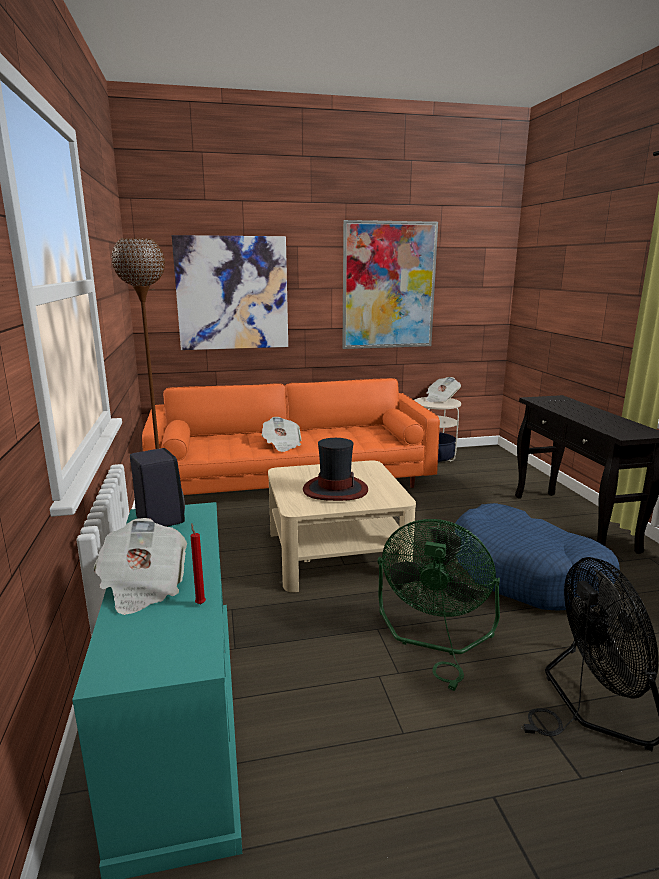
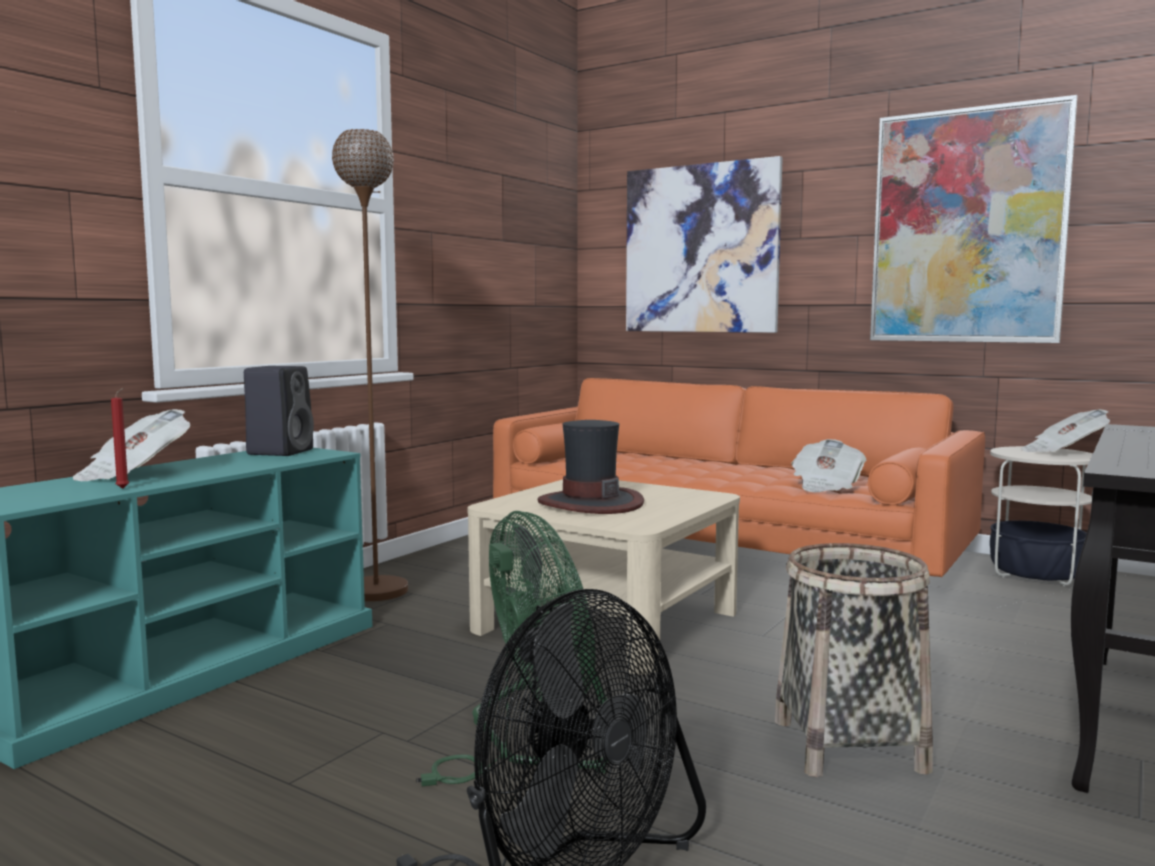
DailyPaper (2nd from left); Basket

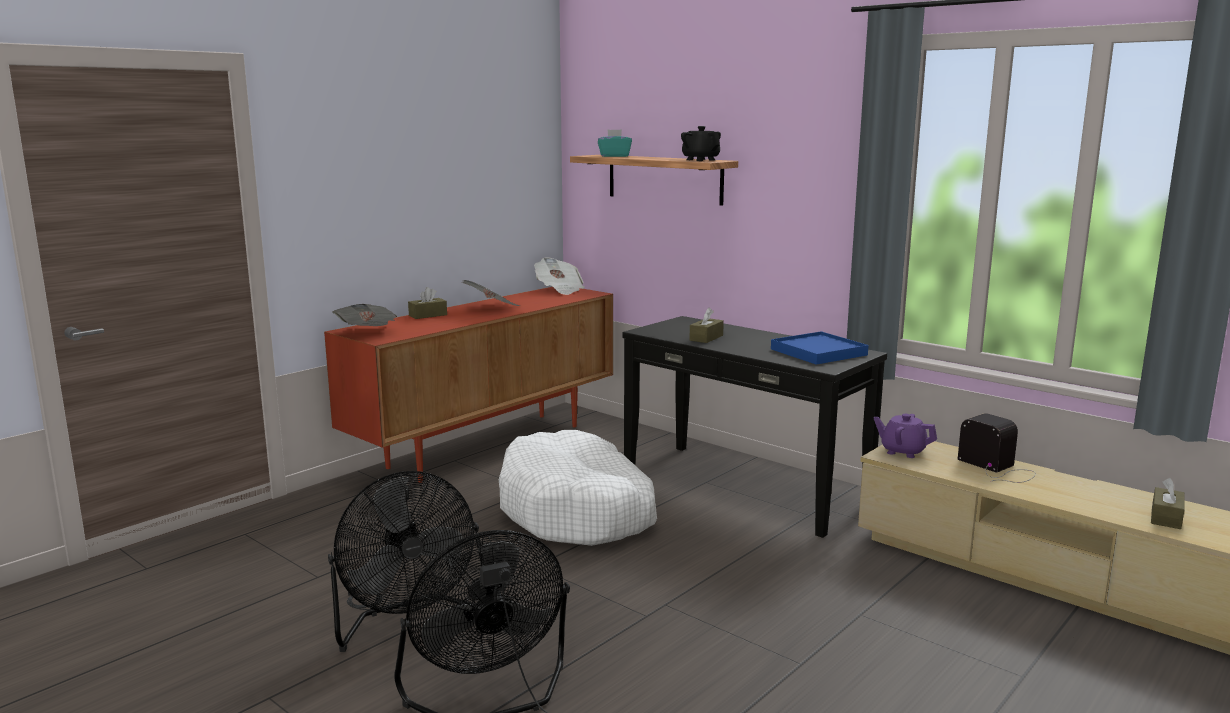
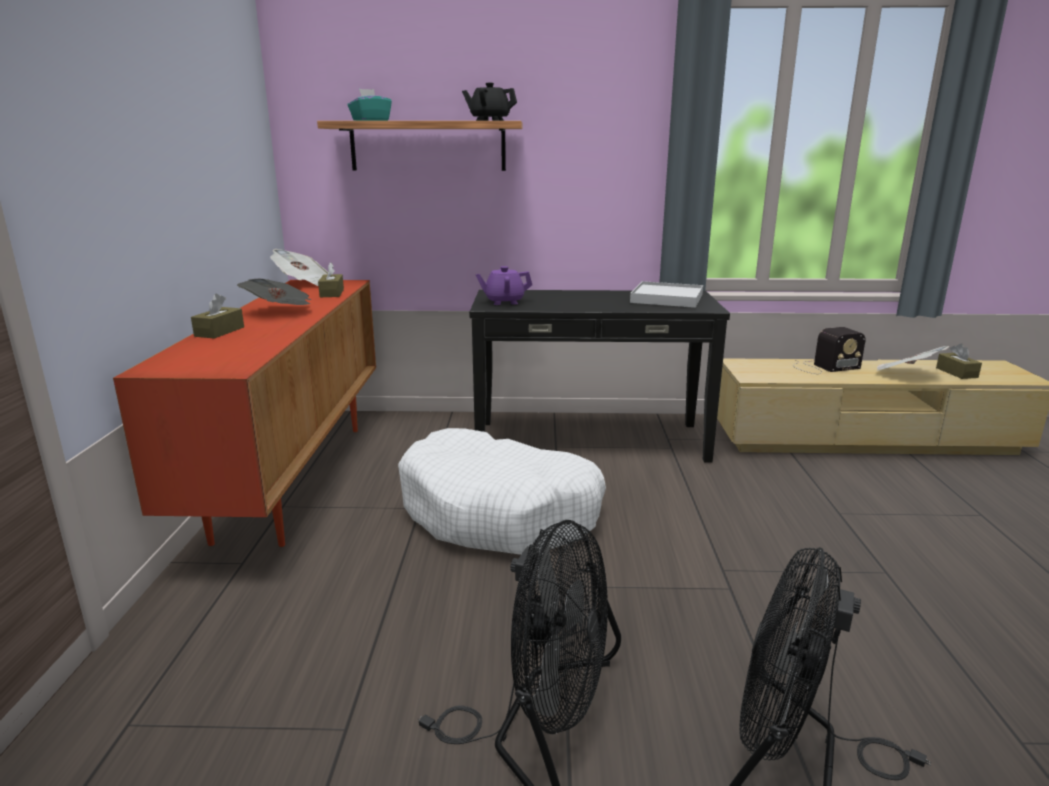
DailyPaper (3rd from left); BrownTissueBox (2nd from left); WhiteColouredTray; Radio; PurpleColouredTeaPot

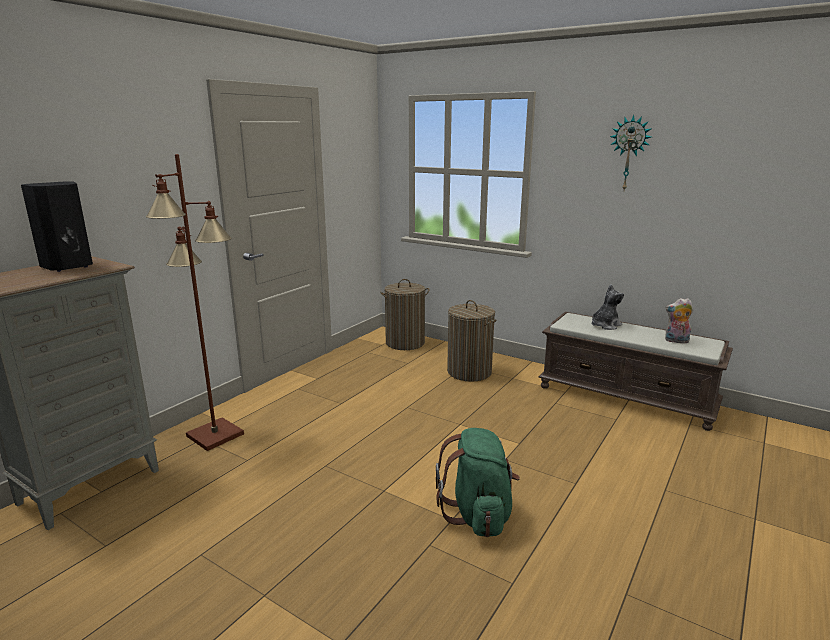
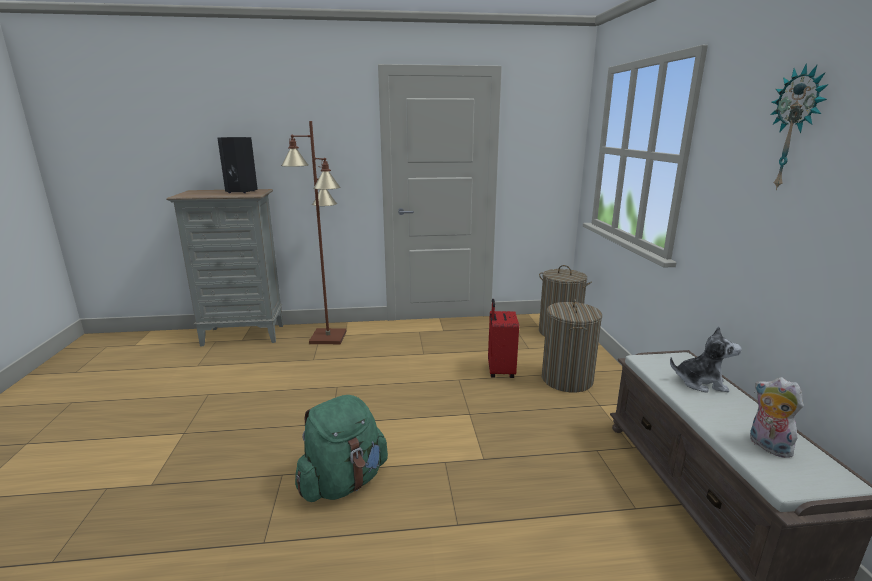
RedColouredPieceOfLuggage

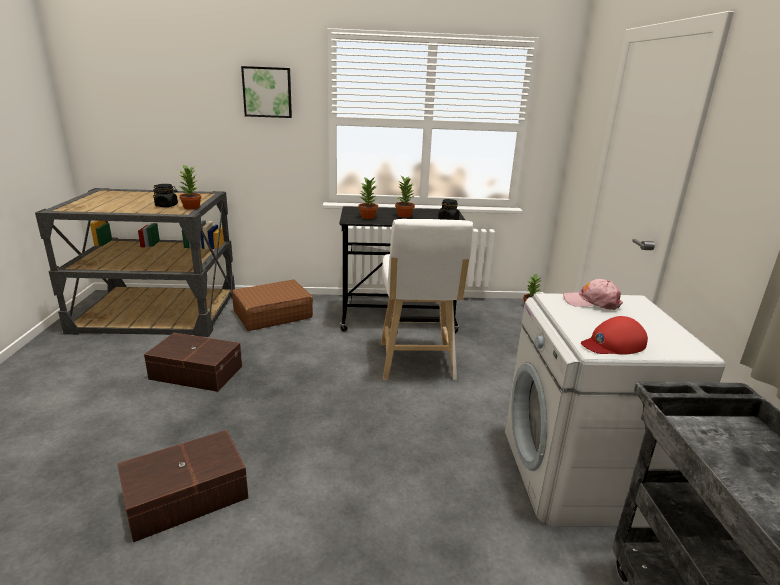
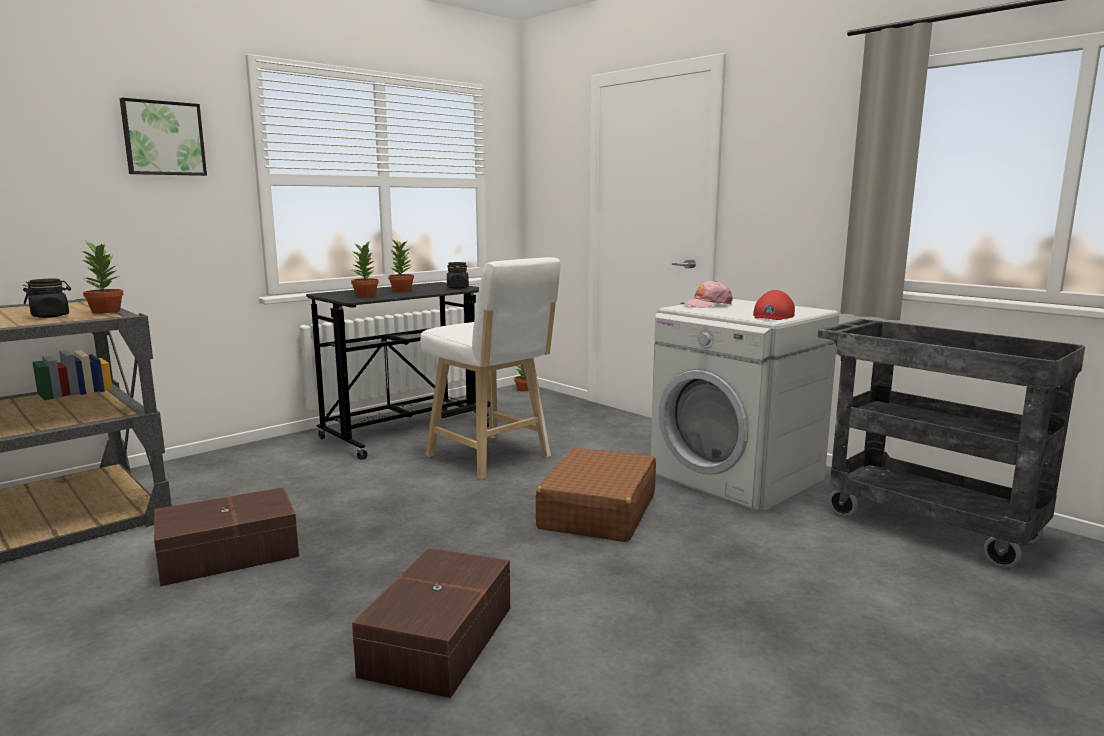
BrownPieceOfLuggage

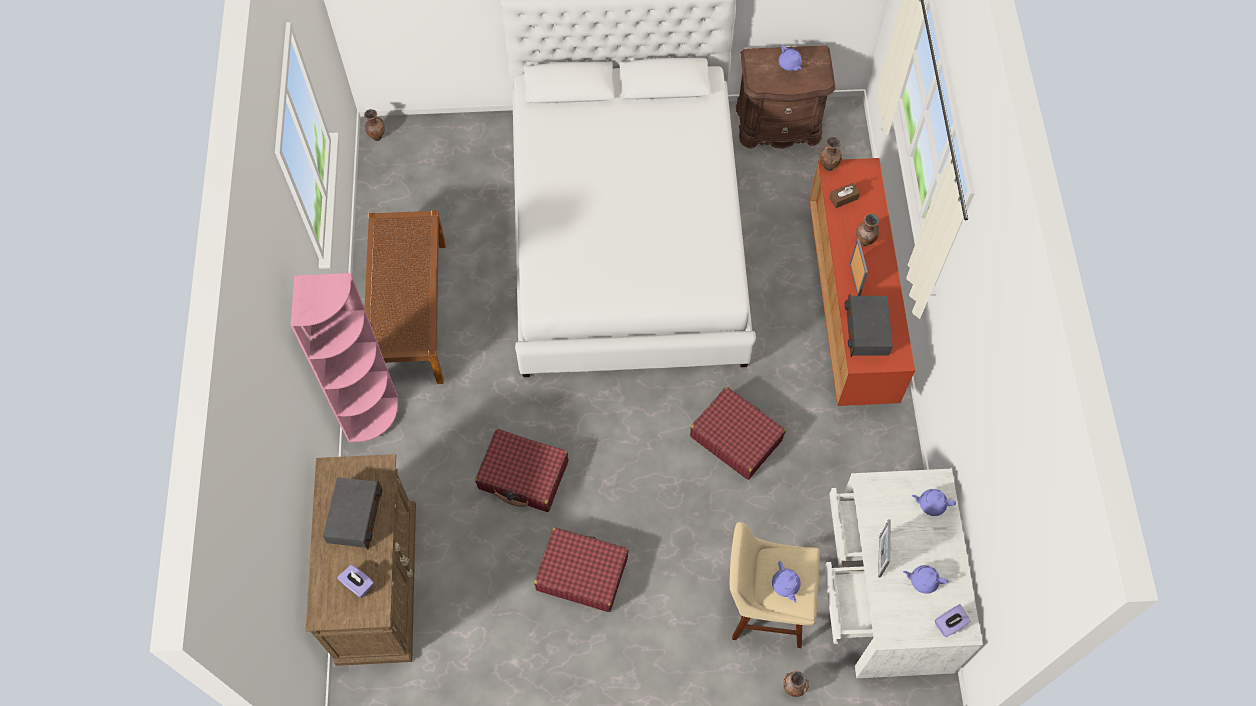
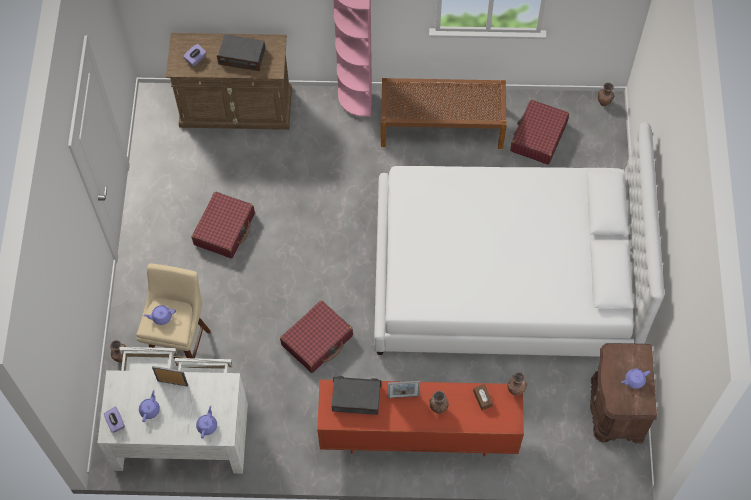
RedColouredPieceOfLuggage (3rd from left)

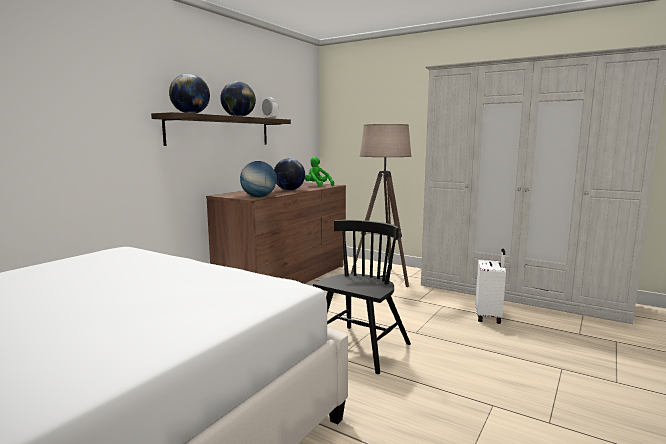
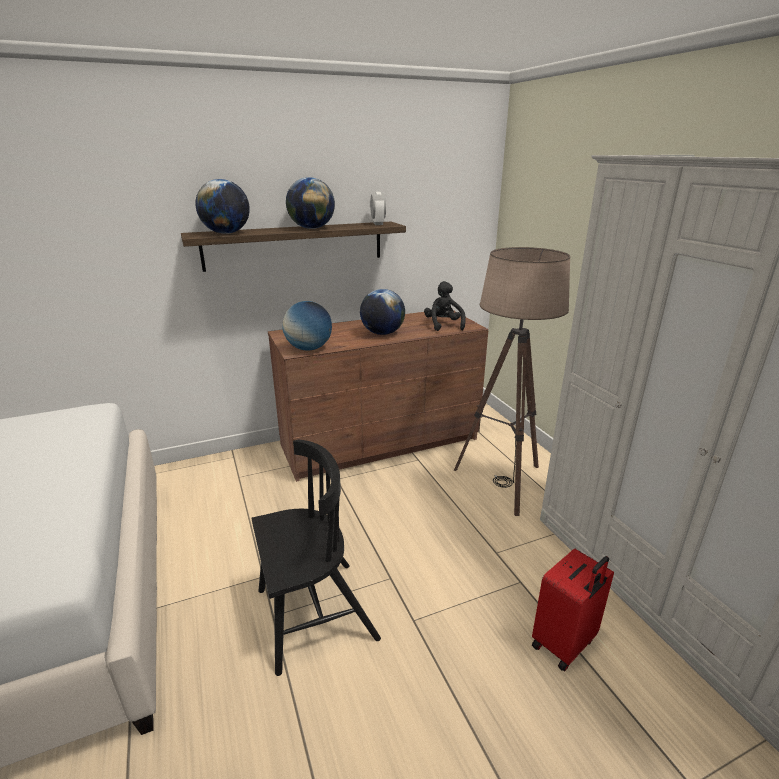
BlackishCuddlyToy; RedColouredPieceOfLuggage

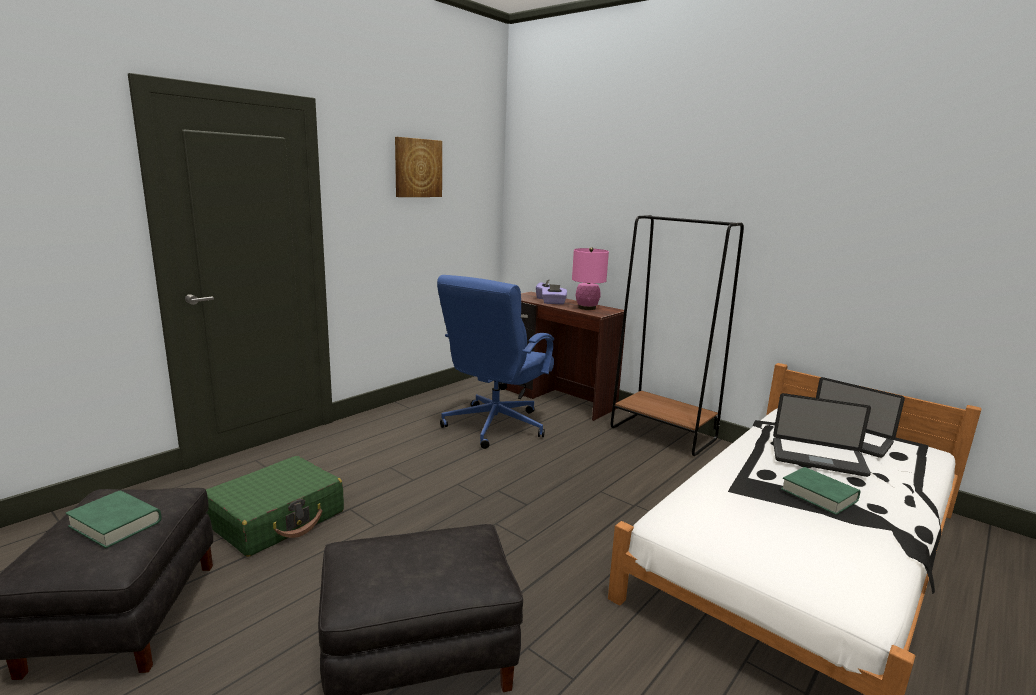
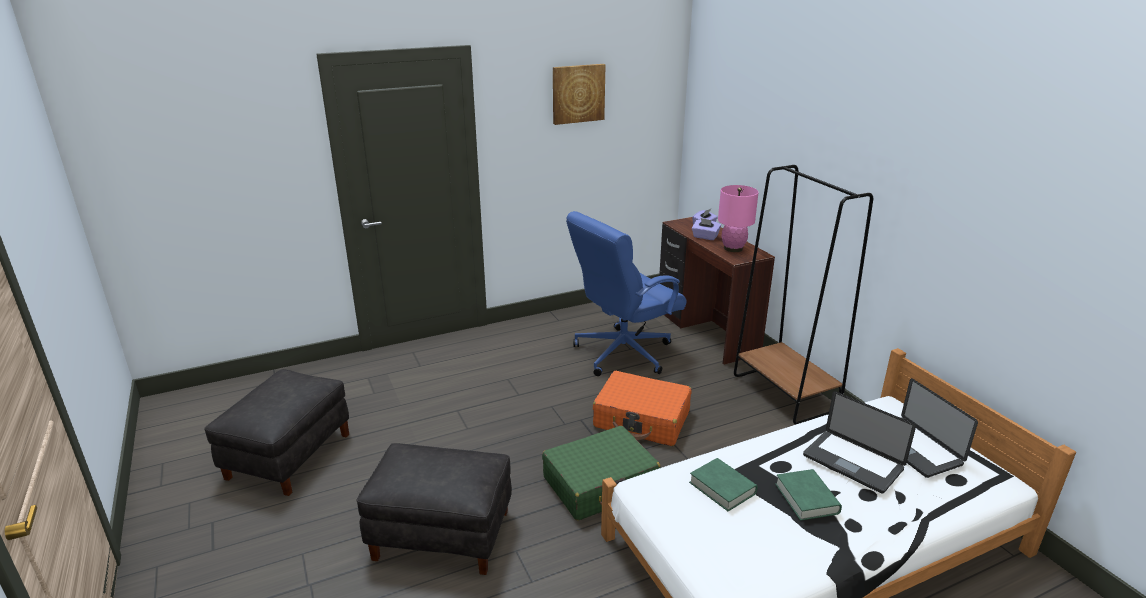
GreenishPieceOfLuggage; GreenishBoundBook (1st from left); OrangePieceOfLuggage

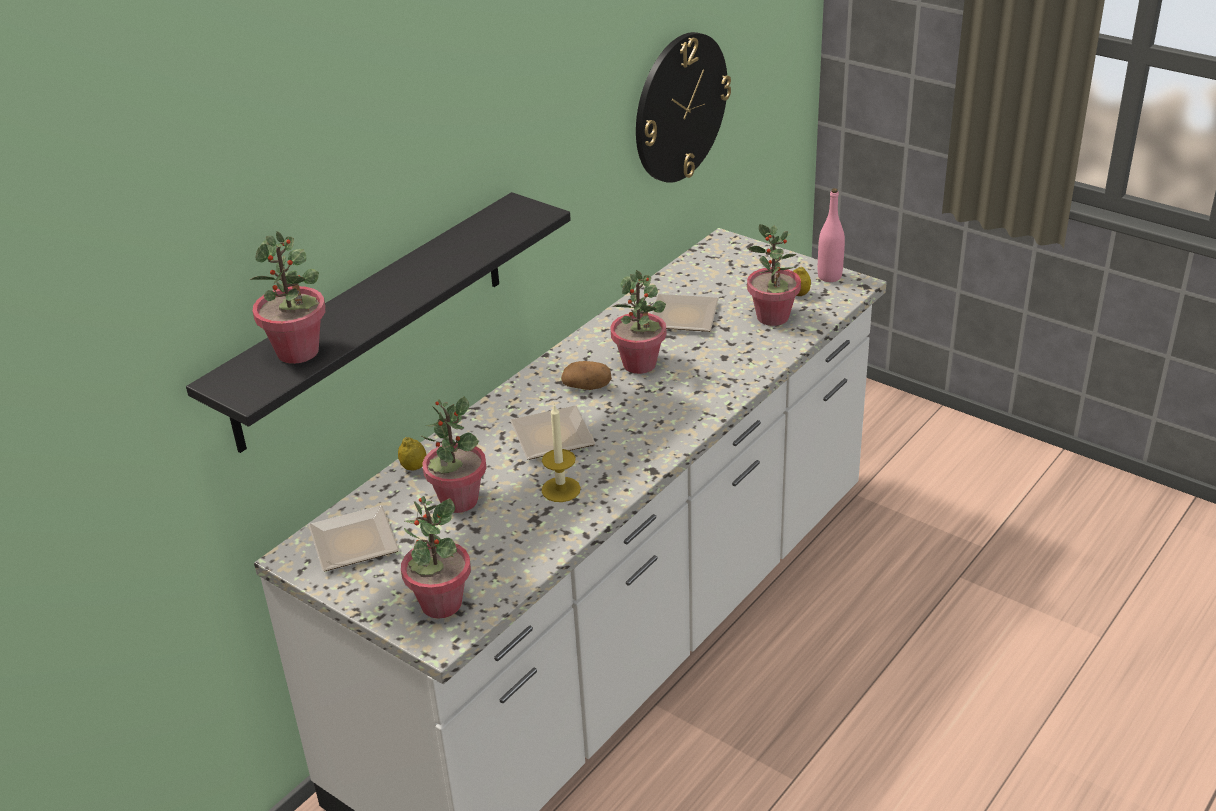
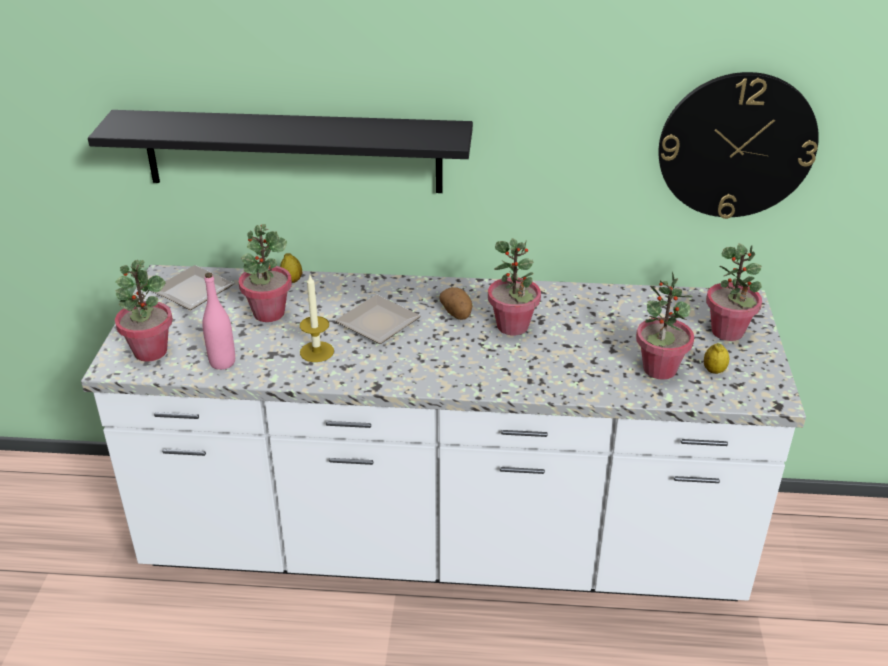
PinkDrinkBottle; Houseplant (5th from left); Plate (3rd from left in the first image)

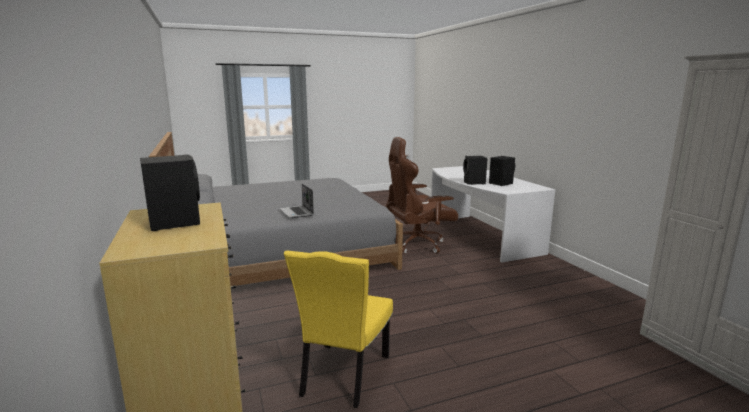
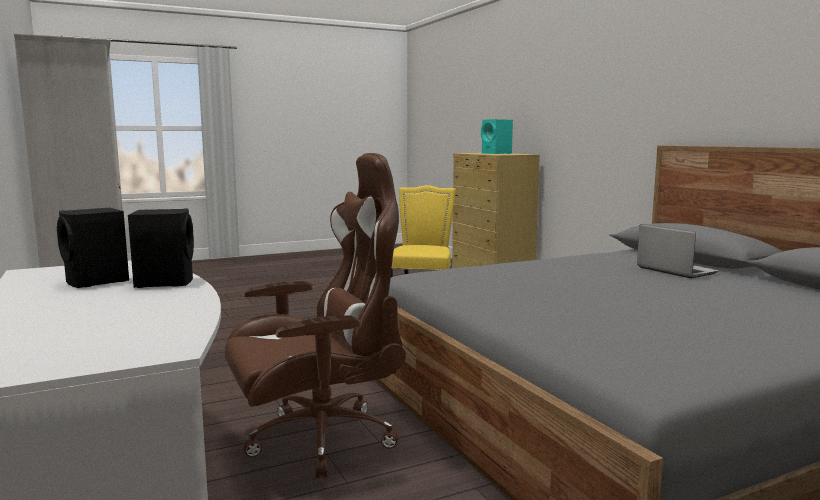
TurquoiseSpeaker; Laptop

